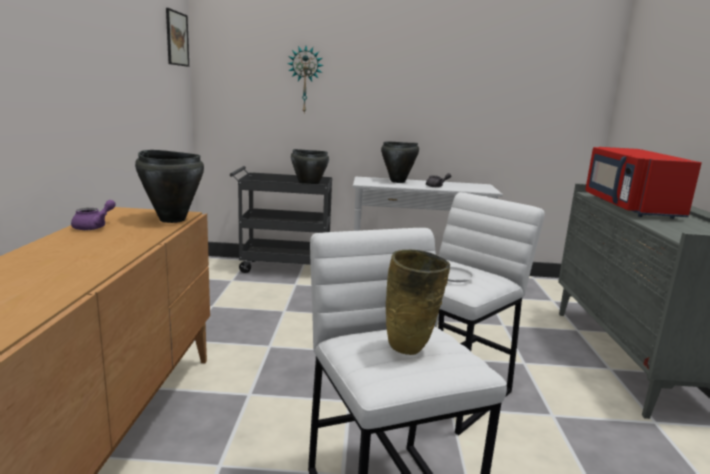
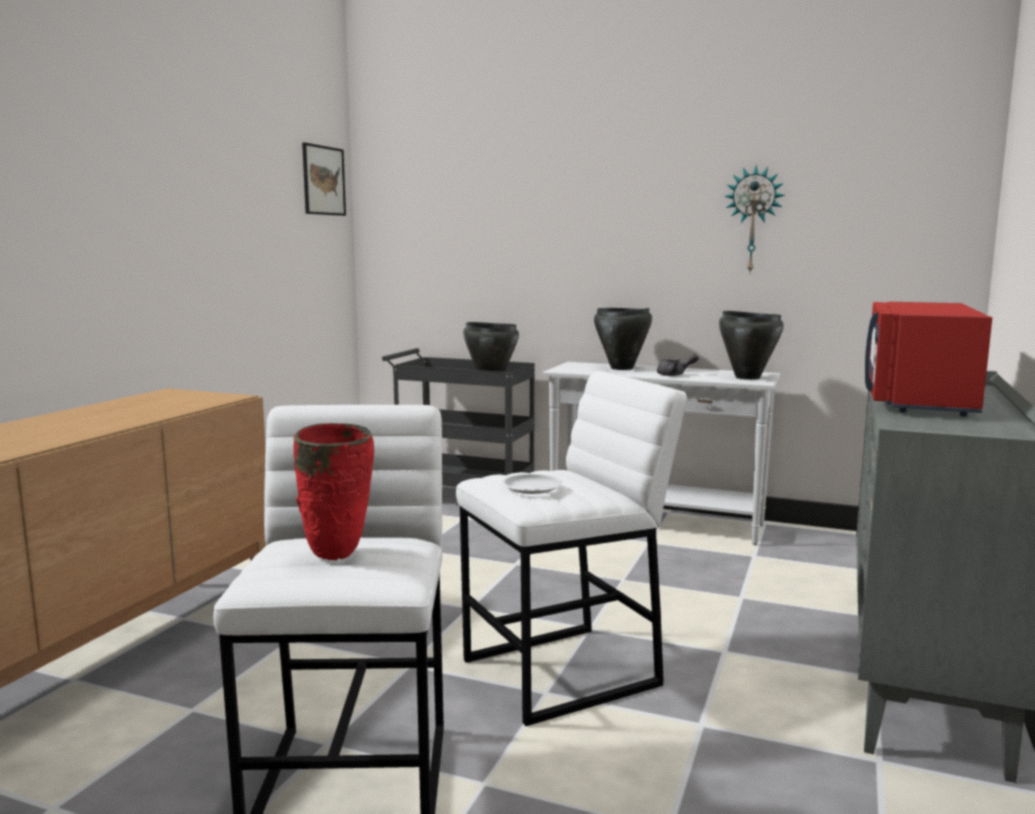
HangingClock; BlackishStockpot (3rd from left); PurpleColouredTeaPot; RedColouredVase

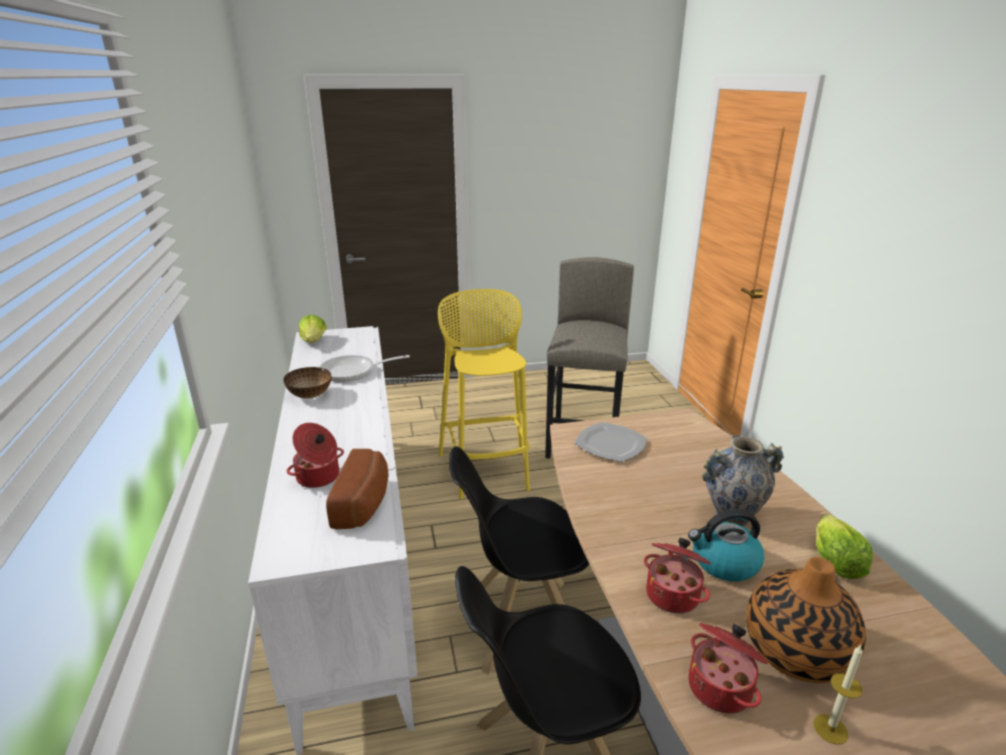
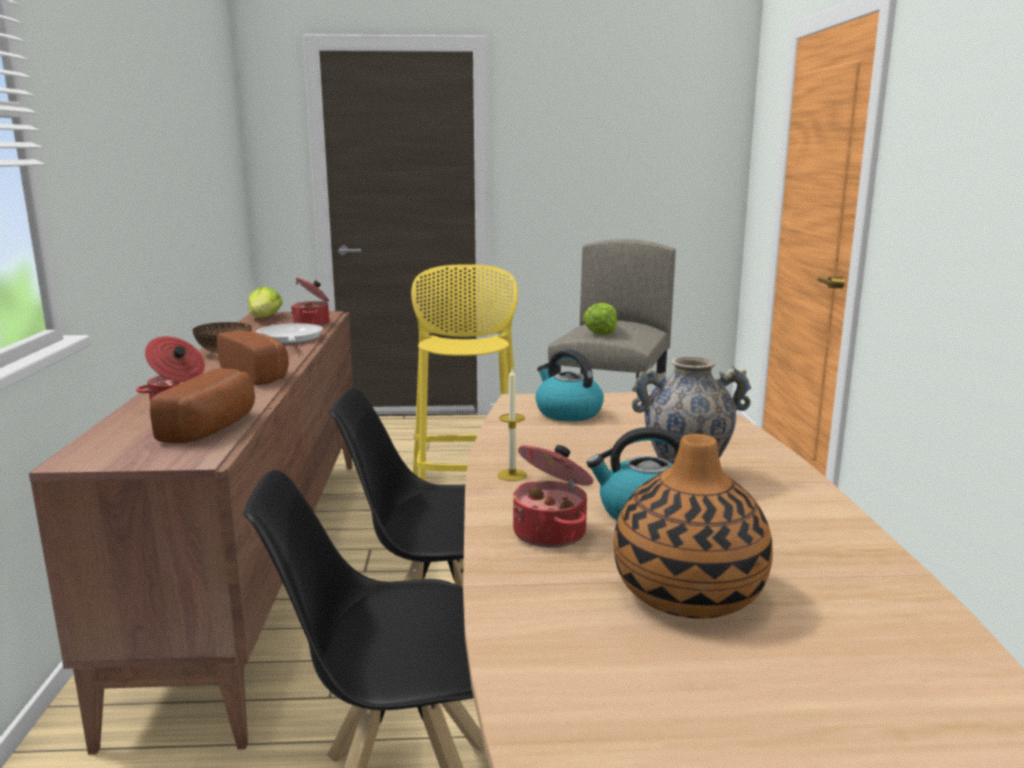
BrownCupboard; Pan; WaterKettle (1st from left); HeadOfLettuce (2nd from left); Stockpot (2nd from left); WaxLight; BakeryBread (2nd from left)

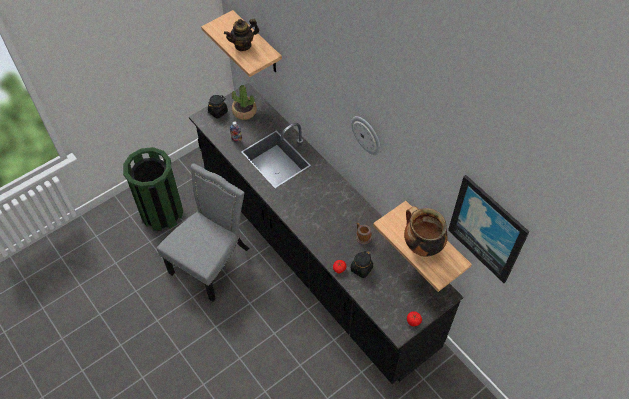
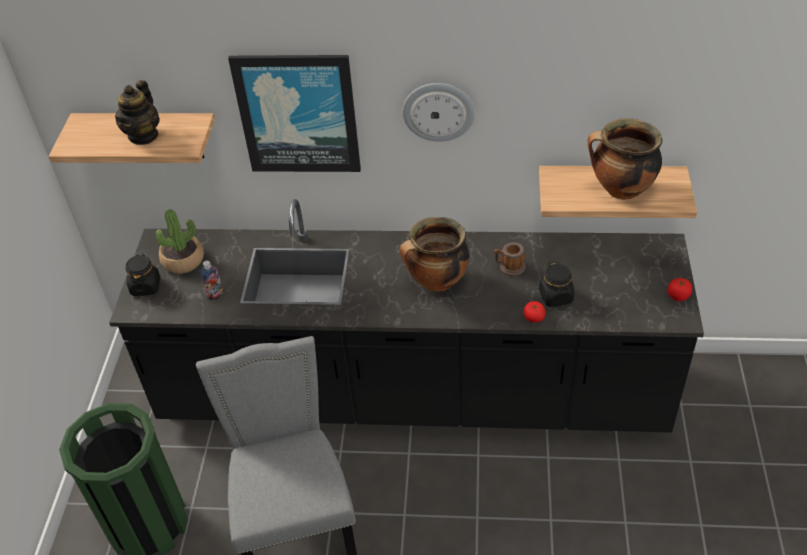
Picture; Stockpot (1st from left)

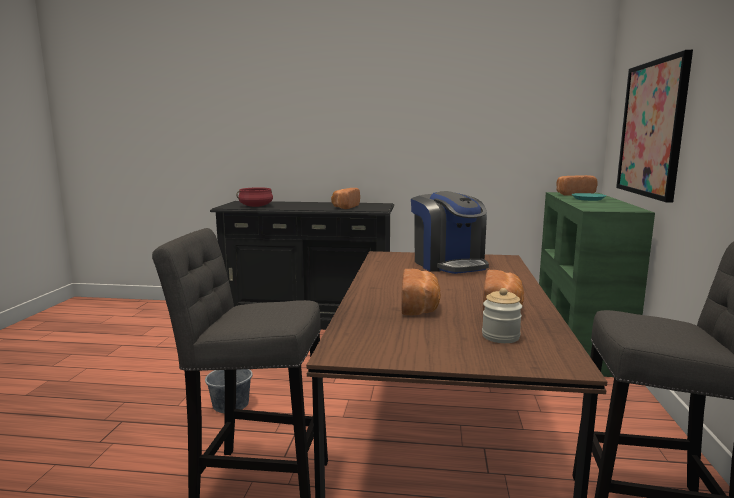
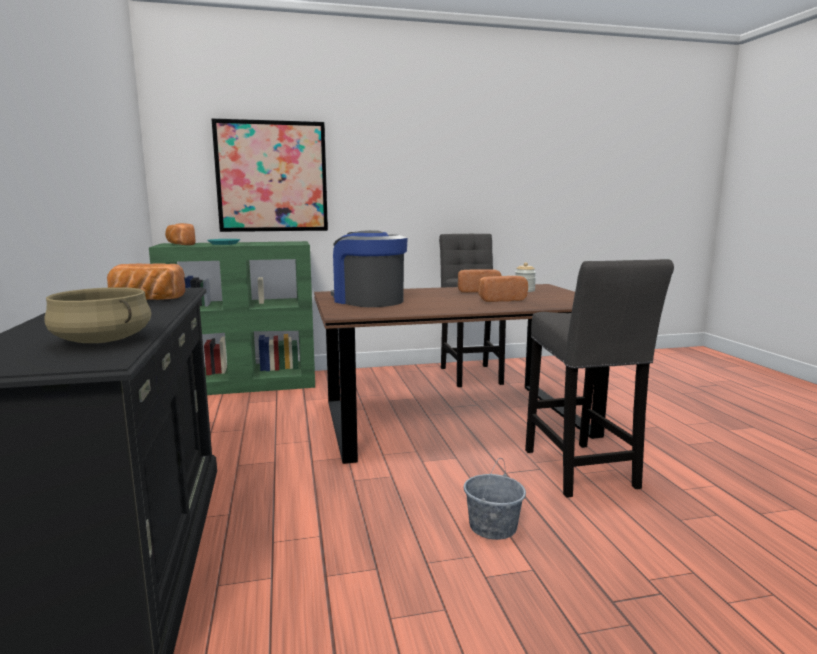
BeigeStockpot; CoffeeBrewer

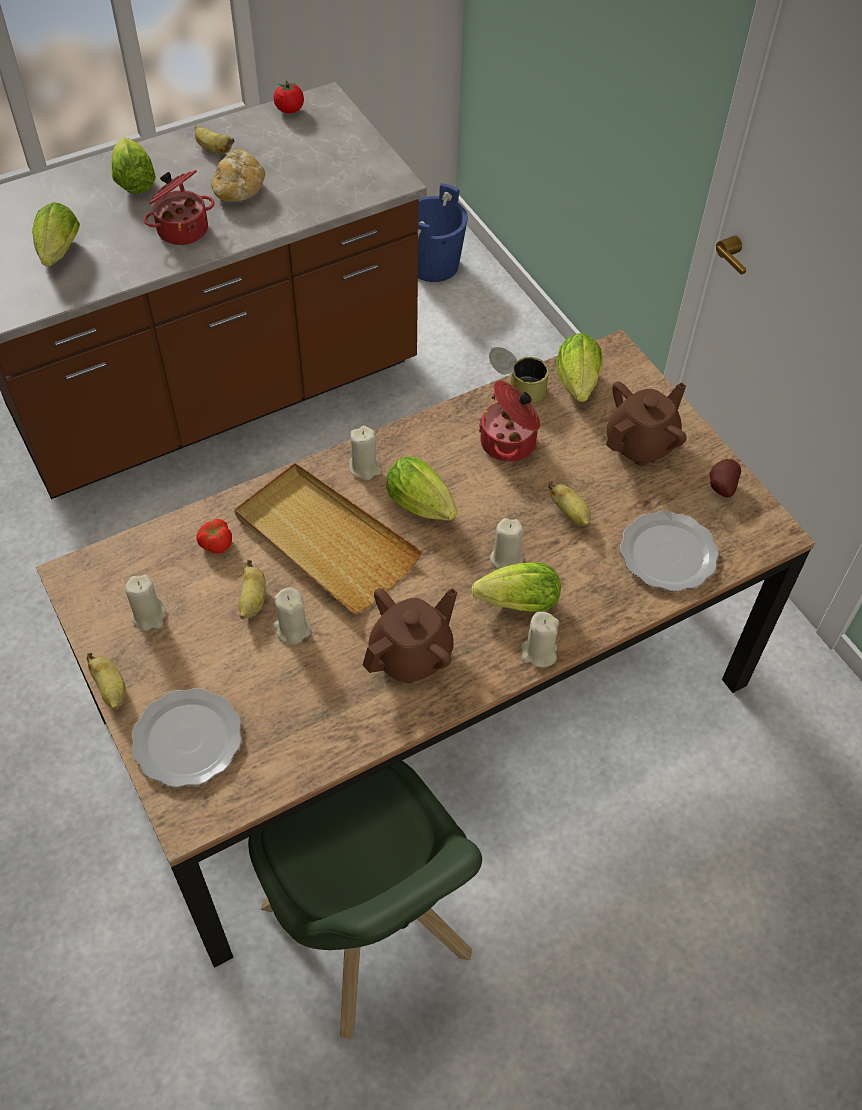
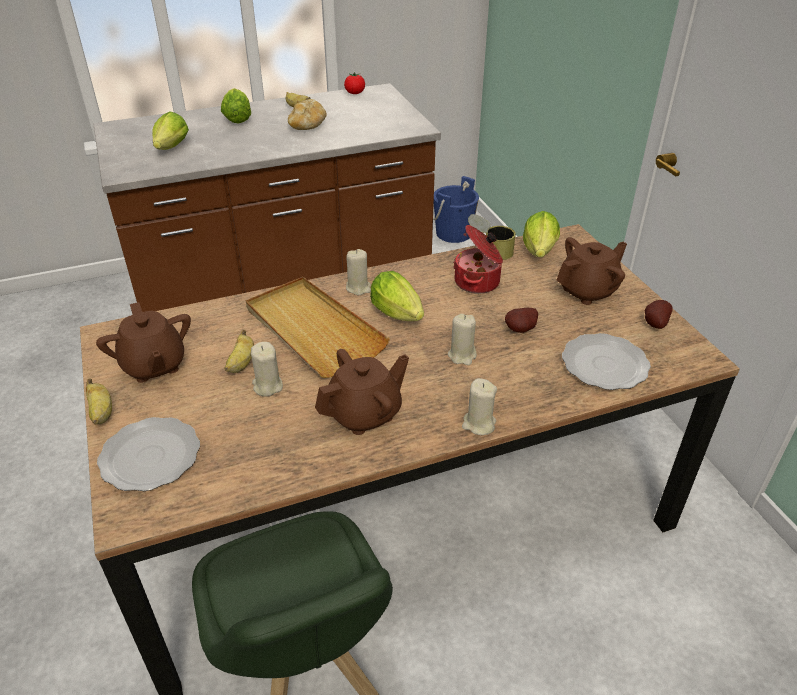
Stockpot (1st from left in the first image); Potato (1st from left); WholeTomato (1st from left in the first image); HeadOfLettuce (4th from left in the first image); BrownTeaPot (1st from left)

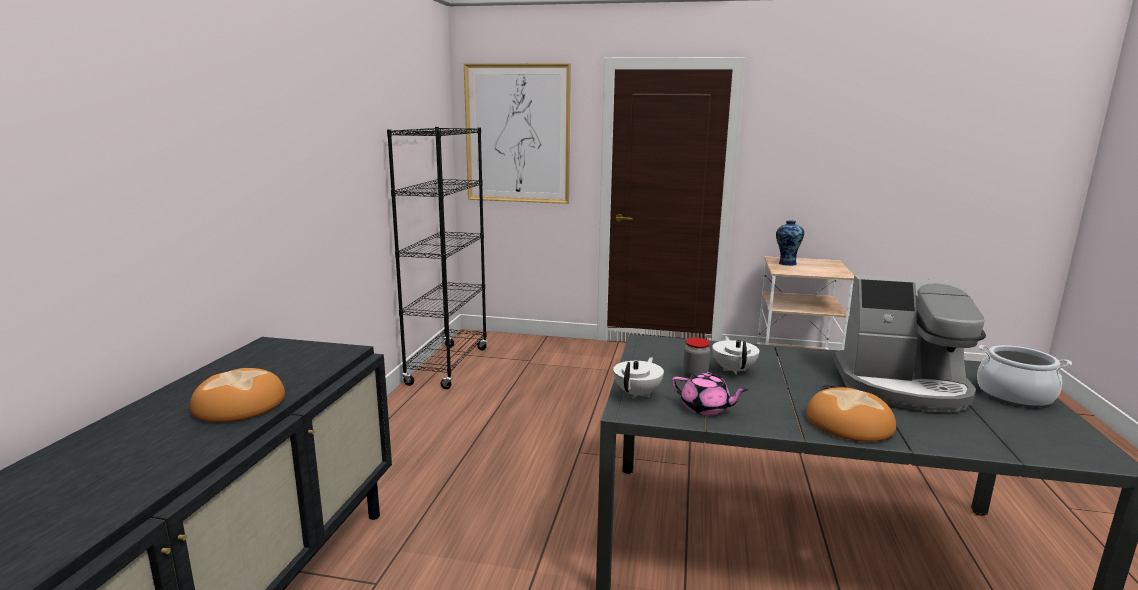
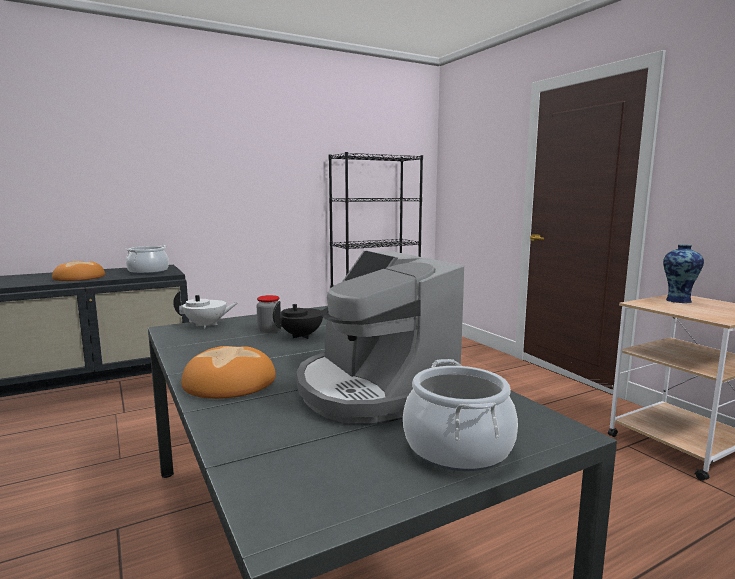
Picture; BlackishTeaPot; PinkTeaPot; Stockpot (1st from left)

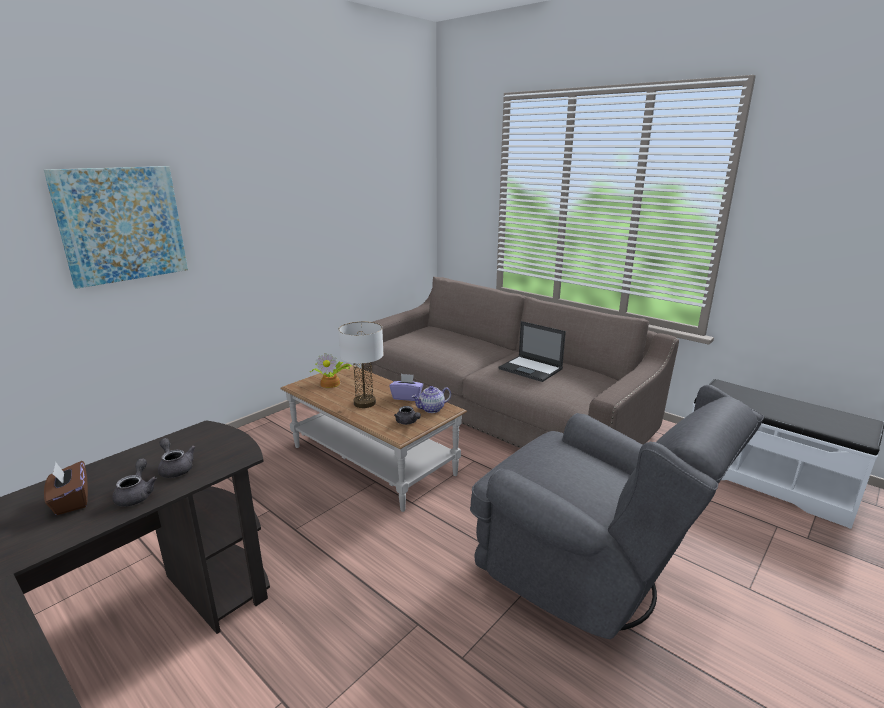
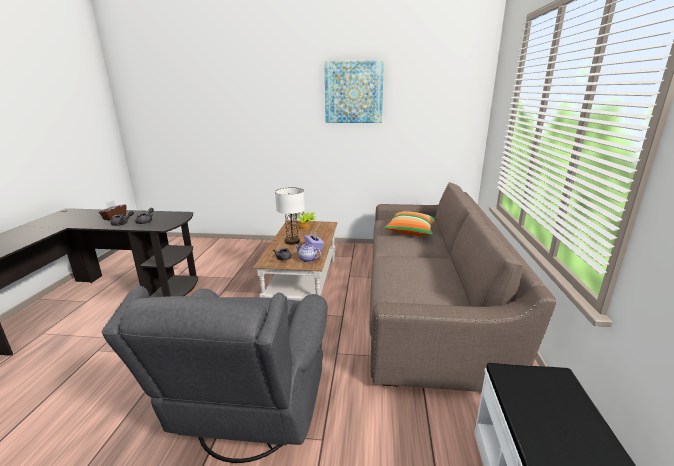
Picture; Laptop; Pillow

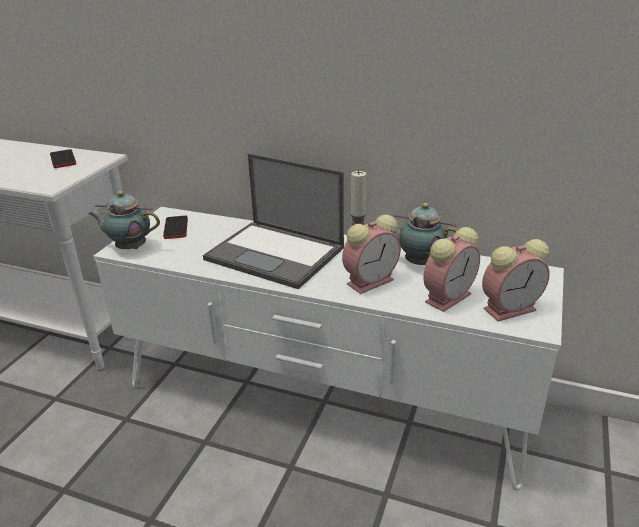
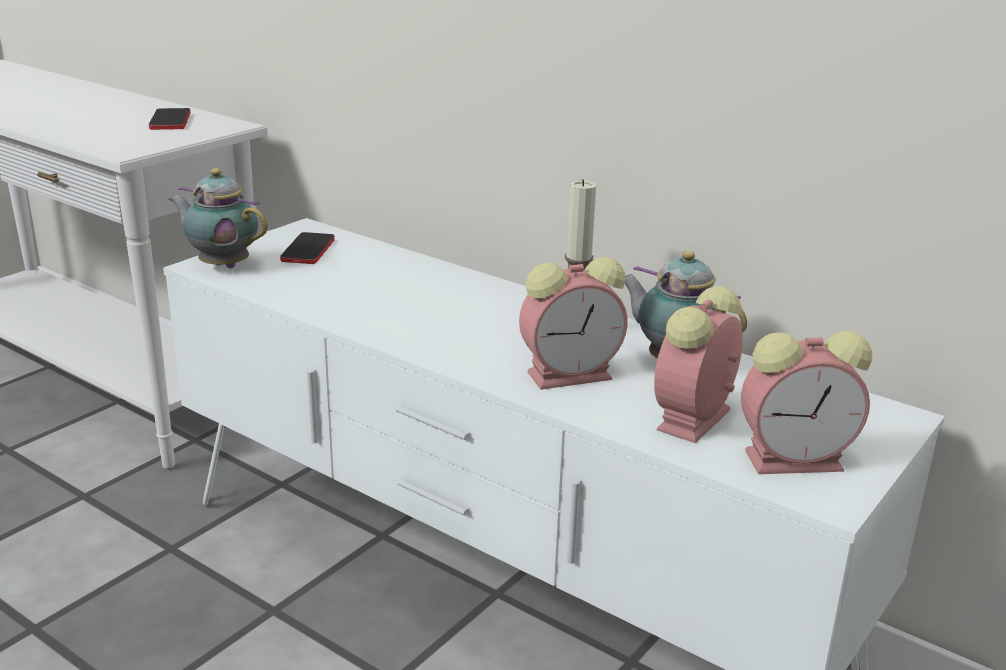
Laptop; BedsideClock (2nd from left)

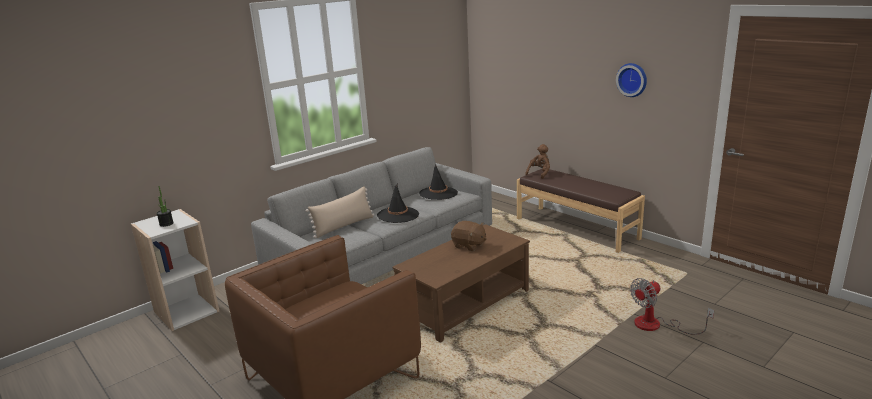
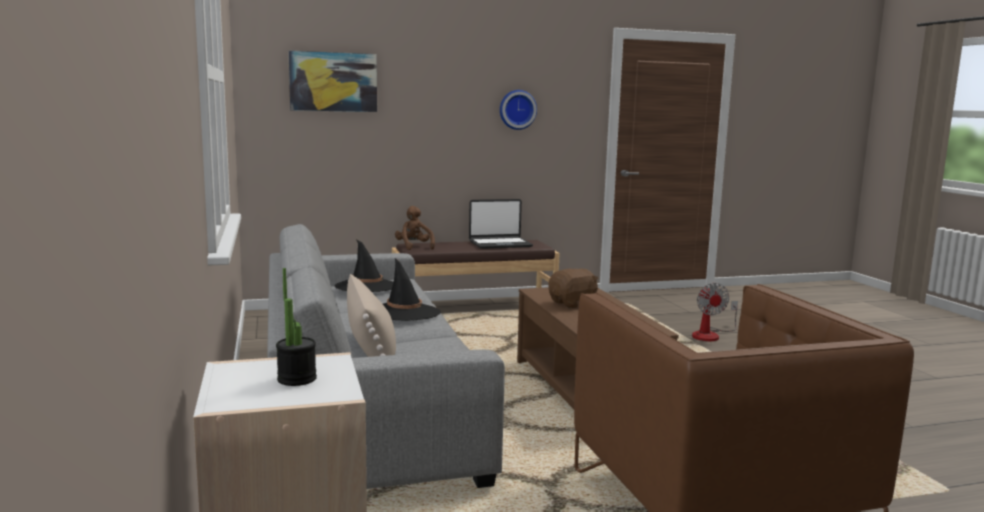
Picture; Laptop

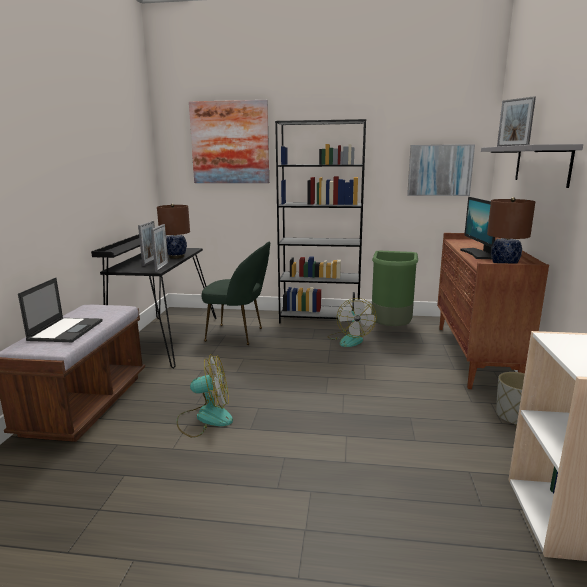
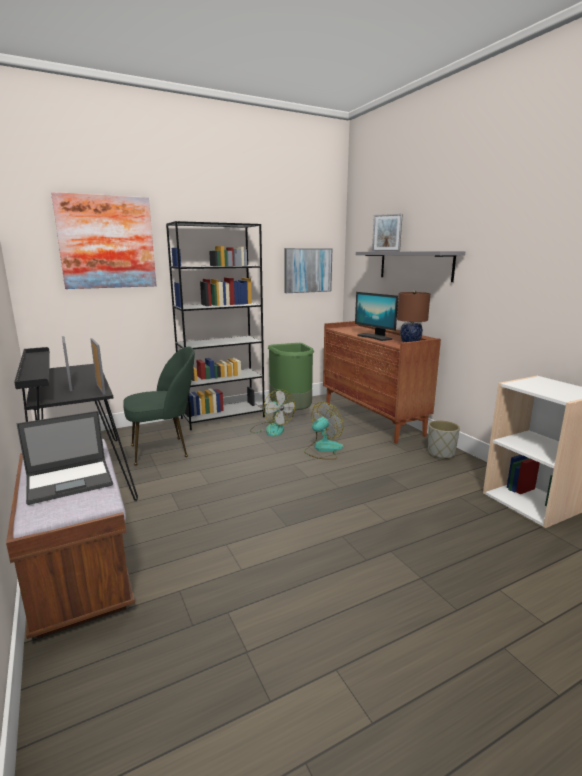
BrownLampForATable (1st from left in the first image); Laptop; CoolingFan (2nd from left)

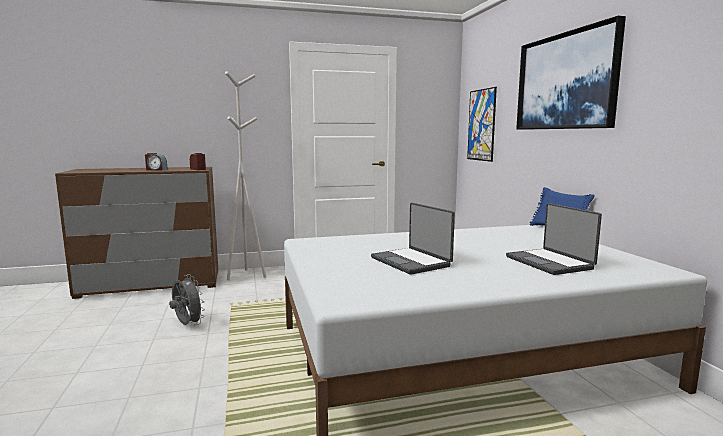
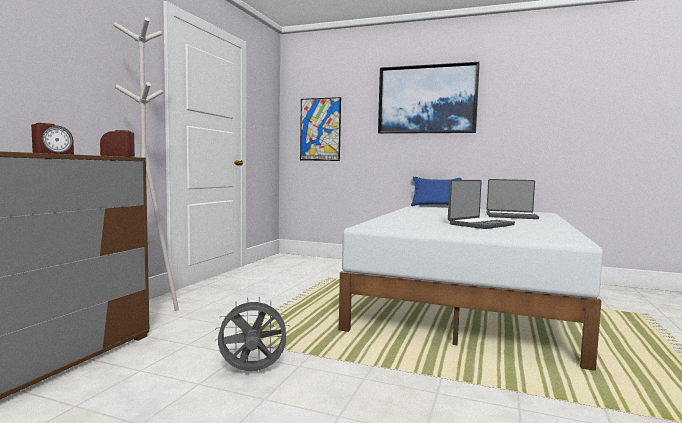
Laptop (1st from left)

